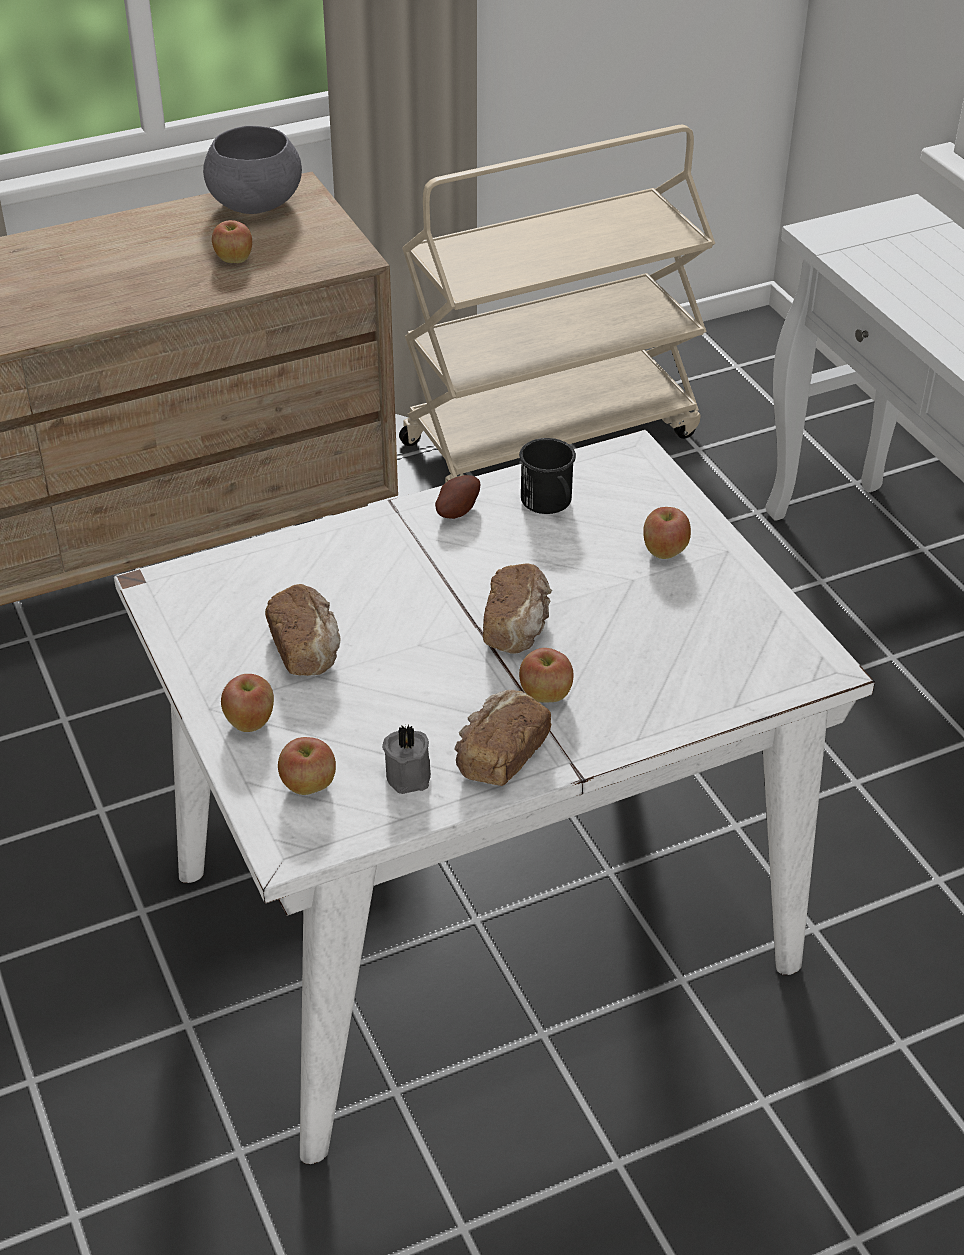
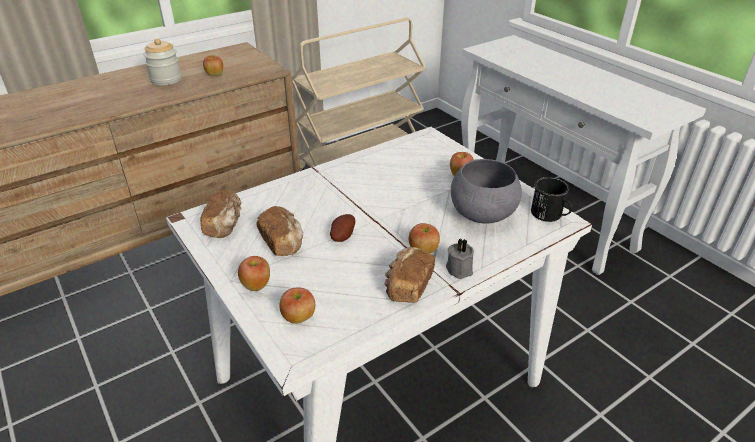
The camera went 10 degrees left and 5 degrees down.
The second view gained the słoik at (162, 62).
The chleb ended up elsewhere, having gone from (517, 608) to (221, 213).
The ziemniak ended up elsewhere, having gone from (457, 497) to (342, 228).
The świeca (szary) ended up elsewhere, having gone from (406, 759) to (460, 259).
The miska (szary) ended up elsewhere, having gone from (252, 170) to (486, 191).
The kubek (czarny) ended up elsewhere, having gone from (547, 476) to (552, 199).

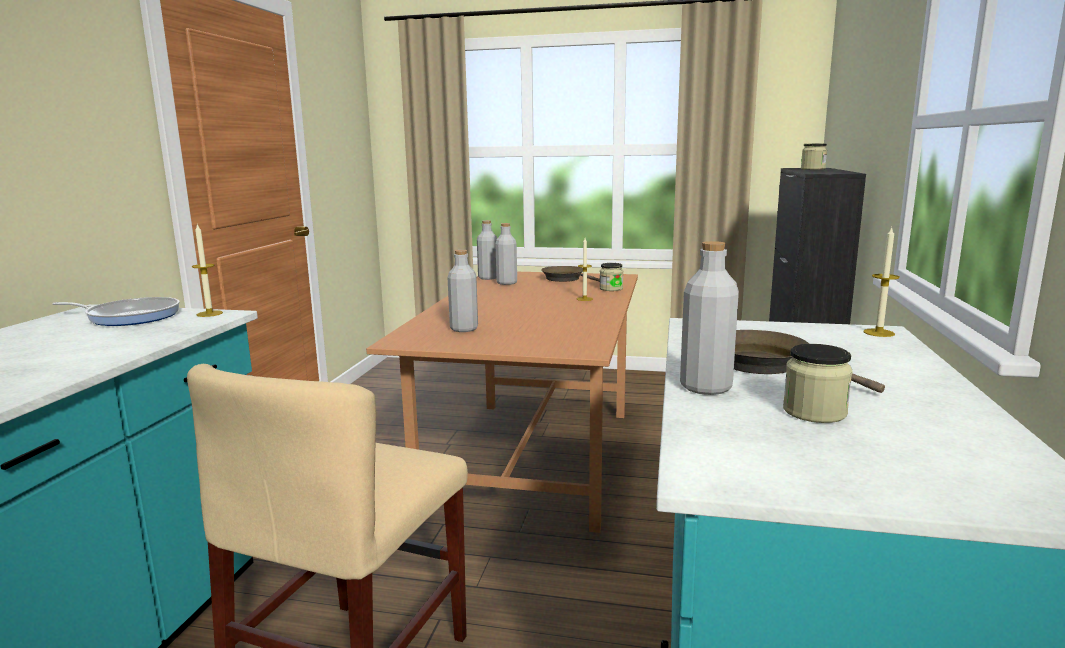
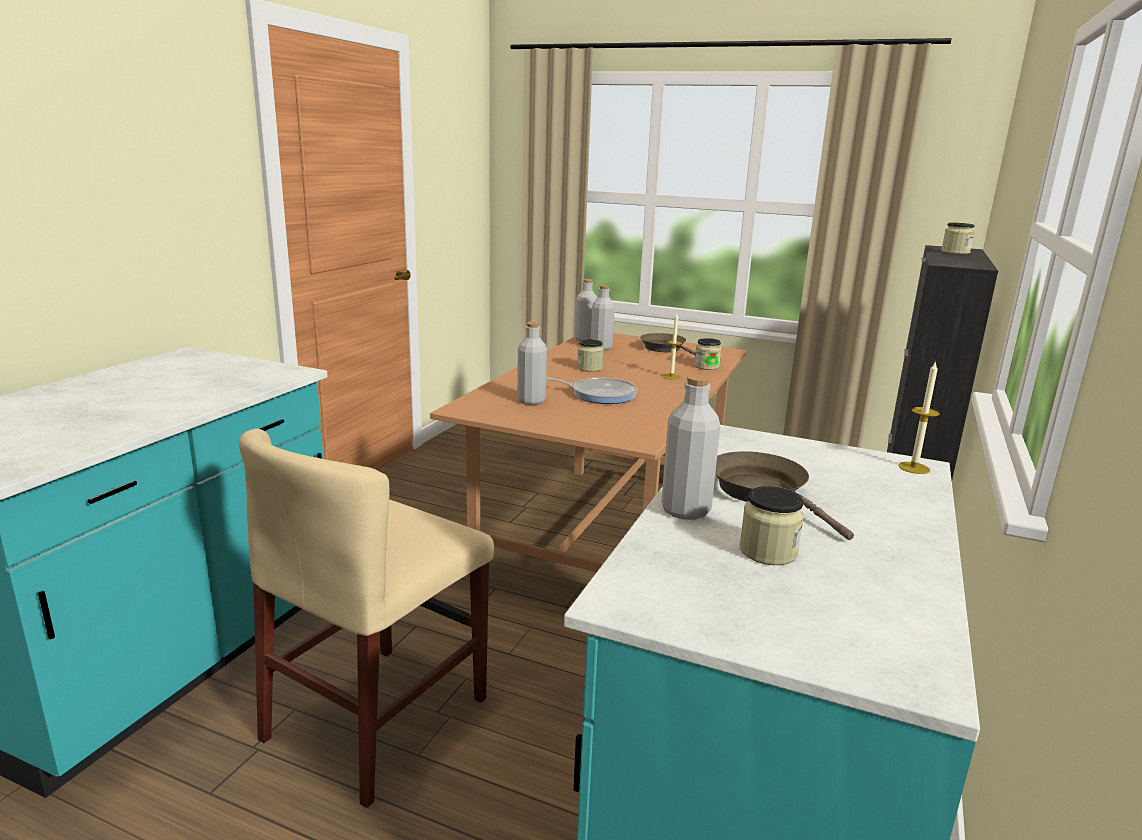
The camera went 10 degrees right and 5 degrees up.
The patelnia ended up elsewhere, having gone from (116, 311) to (591, 391).
The second view gained the słoik at (590, 355).
The second view lost the świeca at (207, 270).

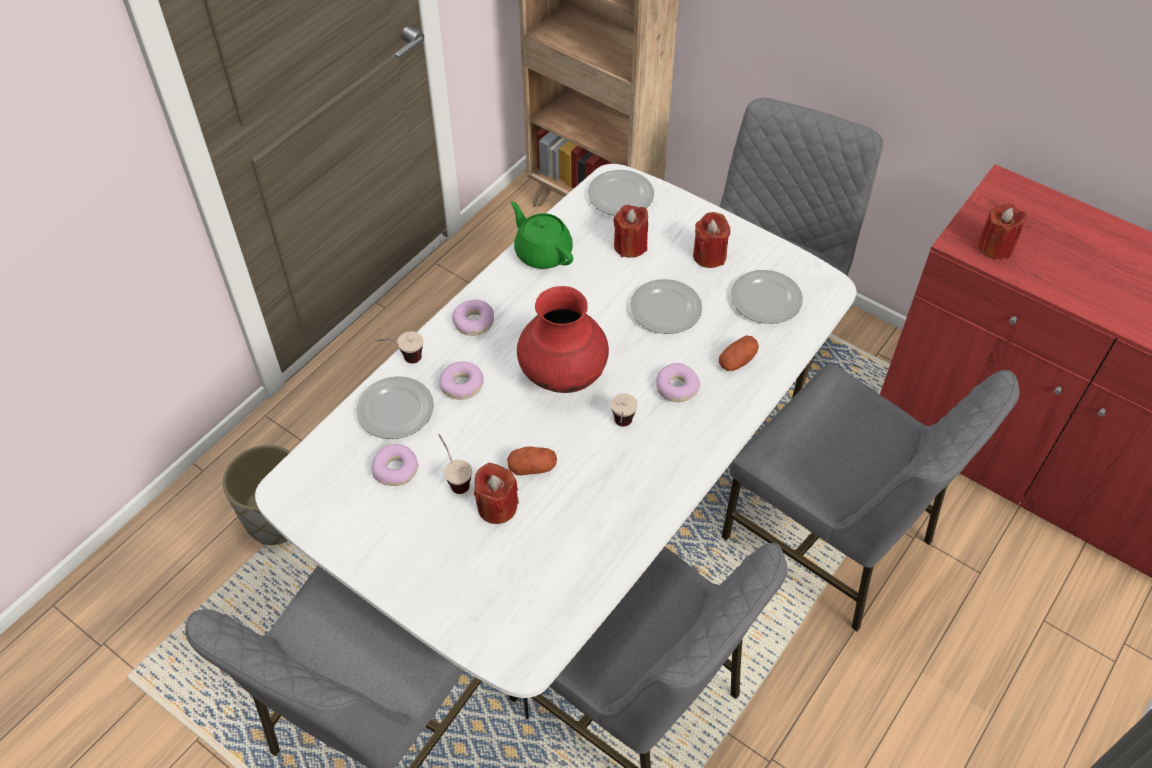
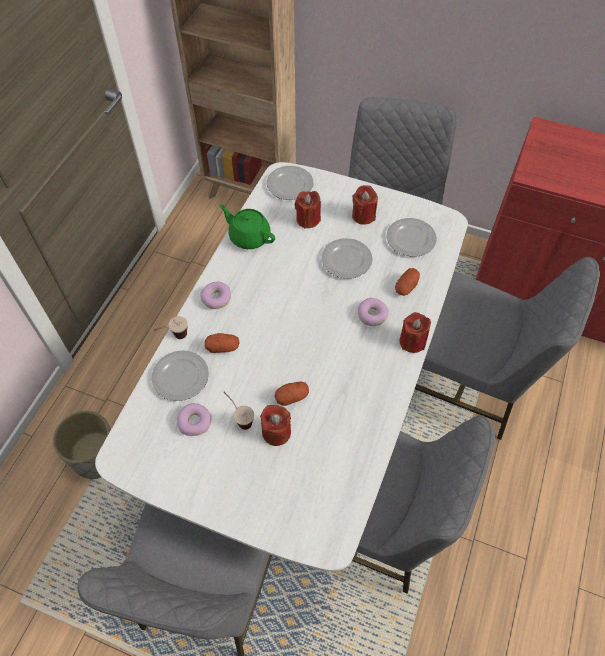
The camera went 15 degrees left and 5 degrees up.
Where the donut stood at (461, 381), the ziemniak came to stand at (222, 343).
The świeca (czerwony) ended up elsewhere, having gone from (1002, 231) to (415, 332).
The second view lost the wazon (czerwony) at (563, 339).
The second view lost the filiżanka at (624, 410).

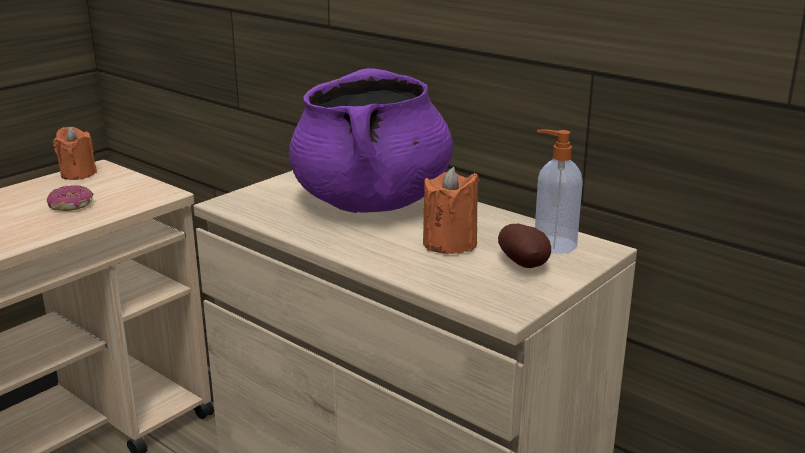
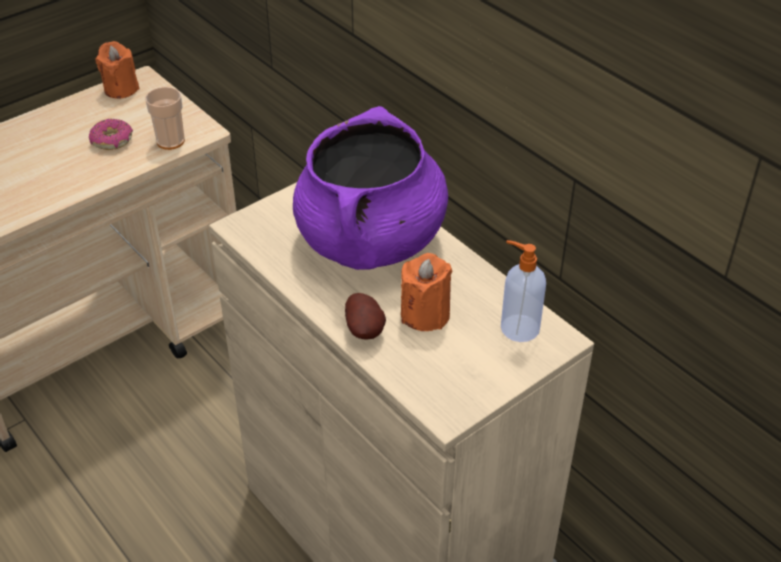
The camera went 10 degrees right and 20 degrees up.
The second view gained the filiżanka at (165, 118).
The ziemniak ended up elsewhere, having gone from (524, 246) to (365, 316).

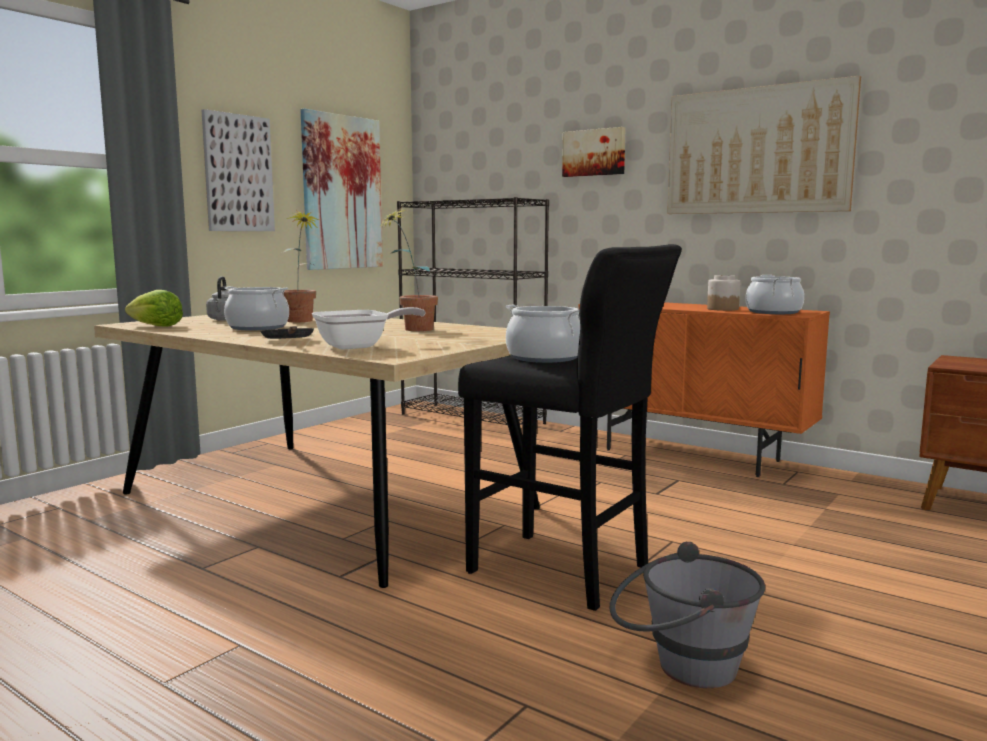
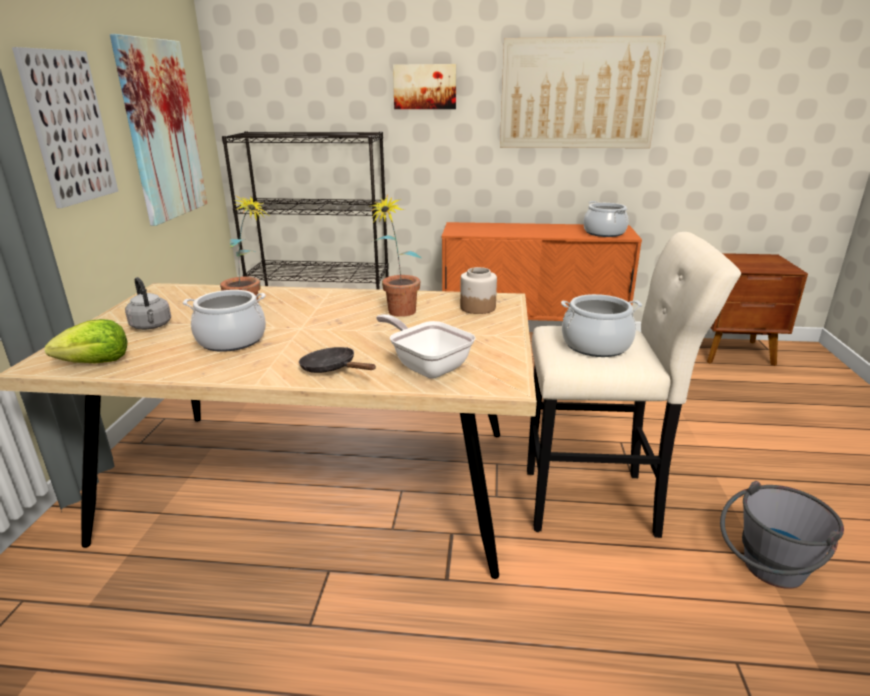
The camera went 30 degrees left and 15 degrees up.
The patelnia at (369, 328) ended up facing another way, 75 degrees counterclockwise from before.
The słoik ended up elsewhere, having gone from (723, 293) to (478, 290).
What was the stołek (czarny) at (570, 427) turned into the stołek (beżowy) at (634, 385).

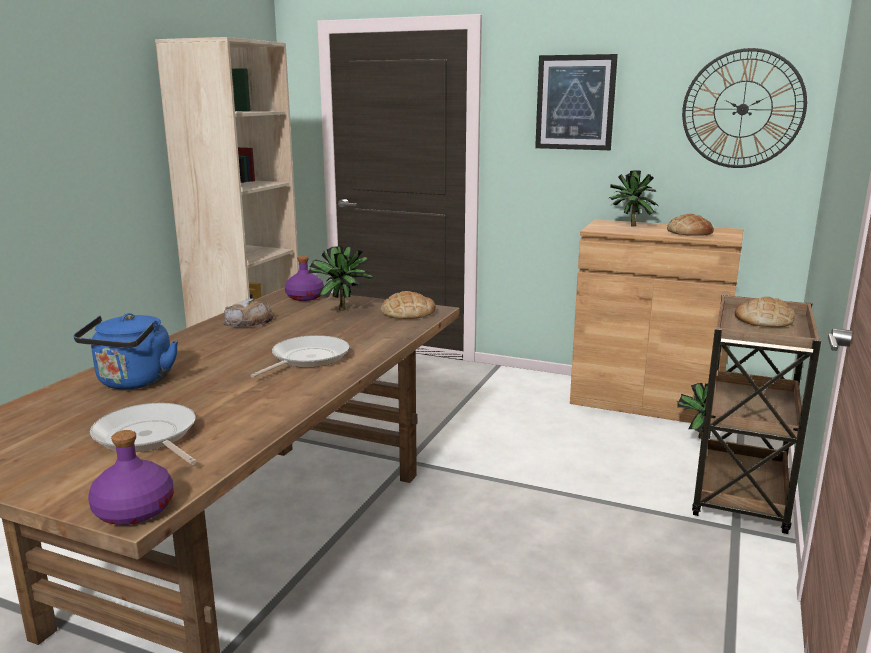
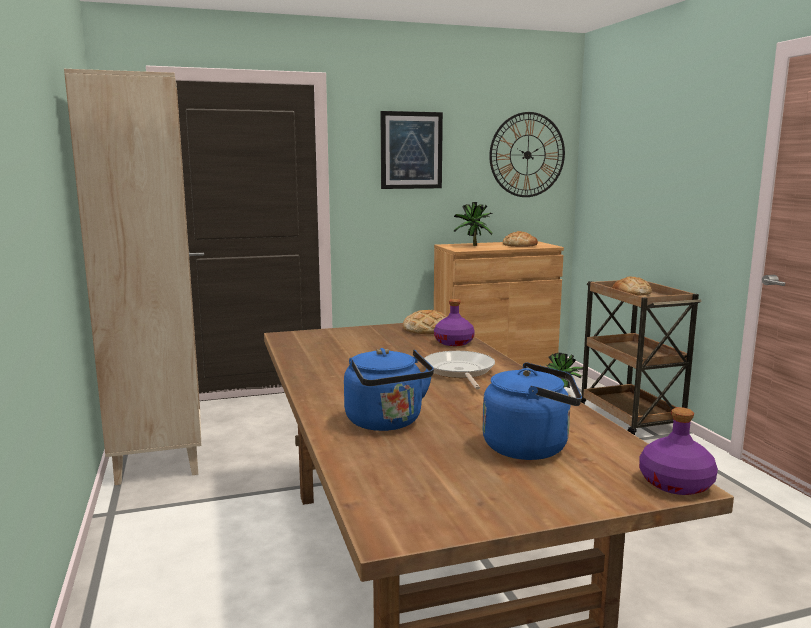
The camera went 40 degrees left and 5 degrees down.
The butelka (fioletowy) ended up elsewhere, having gone from (304, 278) to (454, 322).
Where the patelnia stood at (143, 434), the czajnik (niebieski) came to stand at (532, 411).
The second view lost the chleb at (249, 312).
The second view lost the roślina doniczkowa at (340, 278).

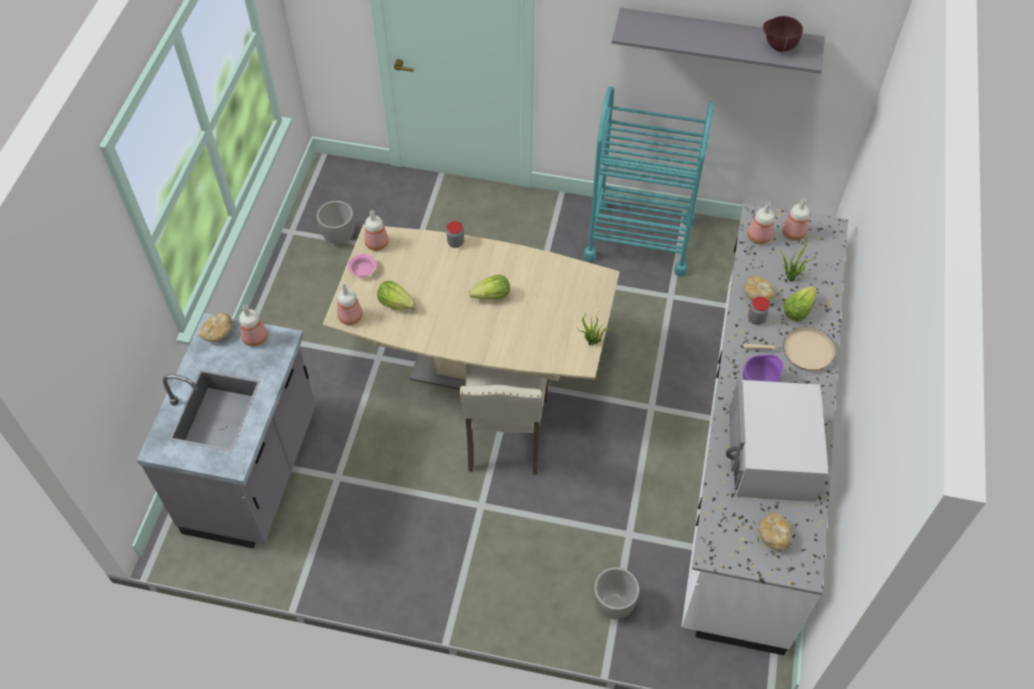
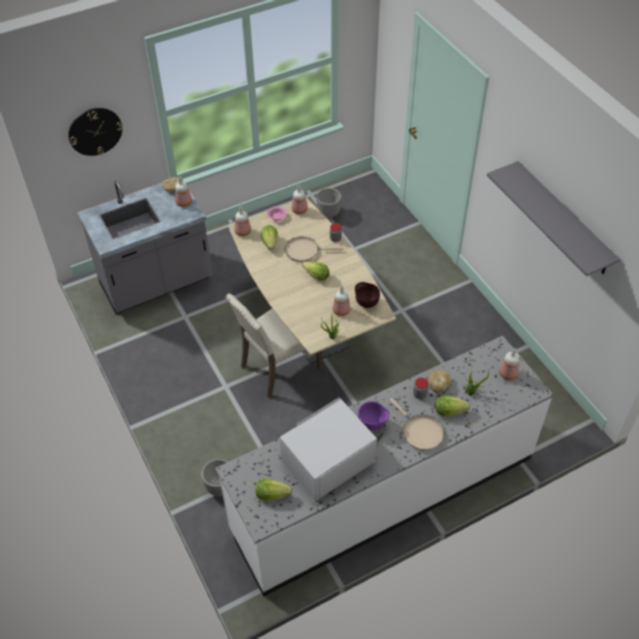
The camera went 50 degrees right and 5 degrees down.
The second view gained the zegar ścienny at (95, 132).
Where the chleb stood at (775, 532), the sałata came to stand at (274, 489).
The second view gained the patelnia (beżowy) at (314, 249).
The butelka ended up elsewhere, having gone from (761, 223) to (342, 301).
The miska (brązowy) ended up elsewhere, having gone from (783, 34) to (367, 295).
The second view lost the wózek (turkusowy) at (649, 181).

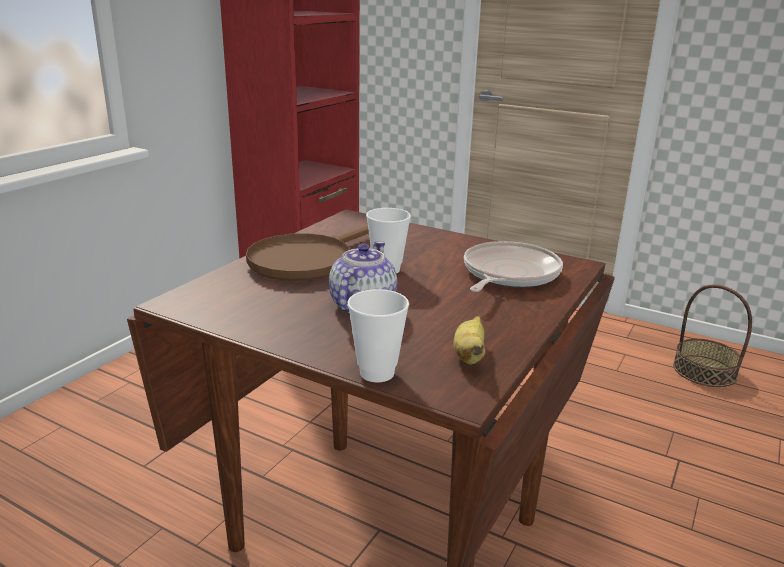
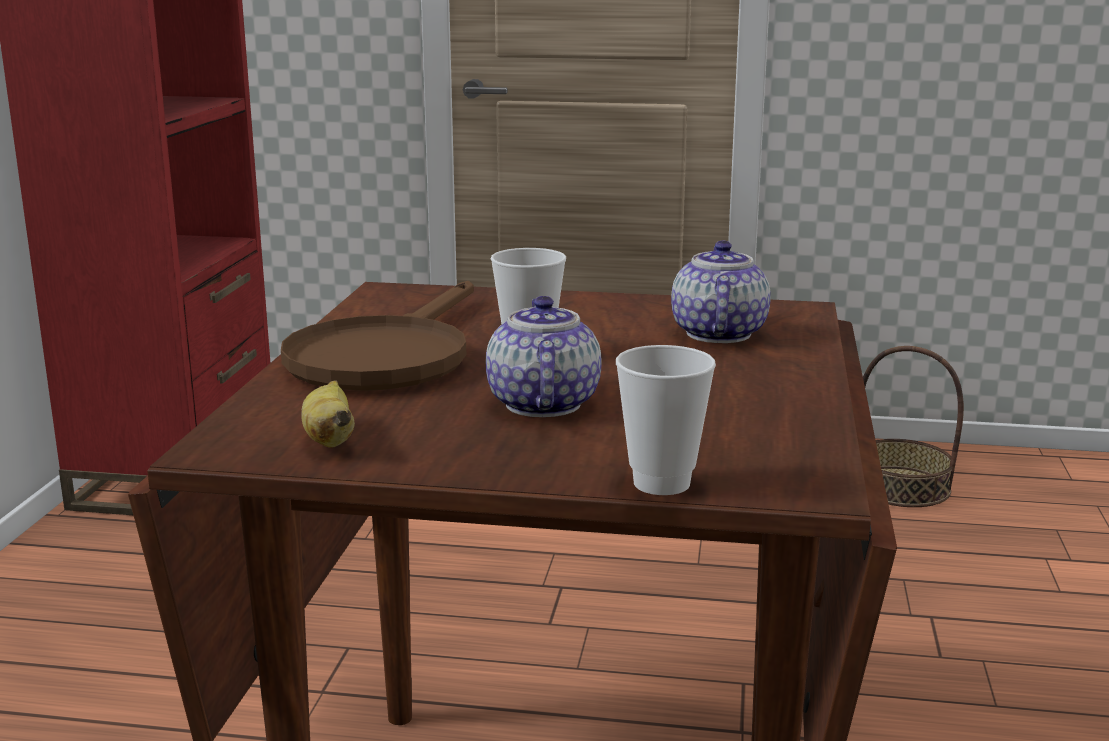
The camera went 20 degrees left and 5 degrees down.
The banan ended up elsewhere, having gone from (469, 340) to (328, 414).
Where the patelnia stood at (513, 266), the imbryk came to stand at (721, 292).

